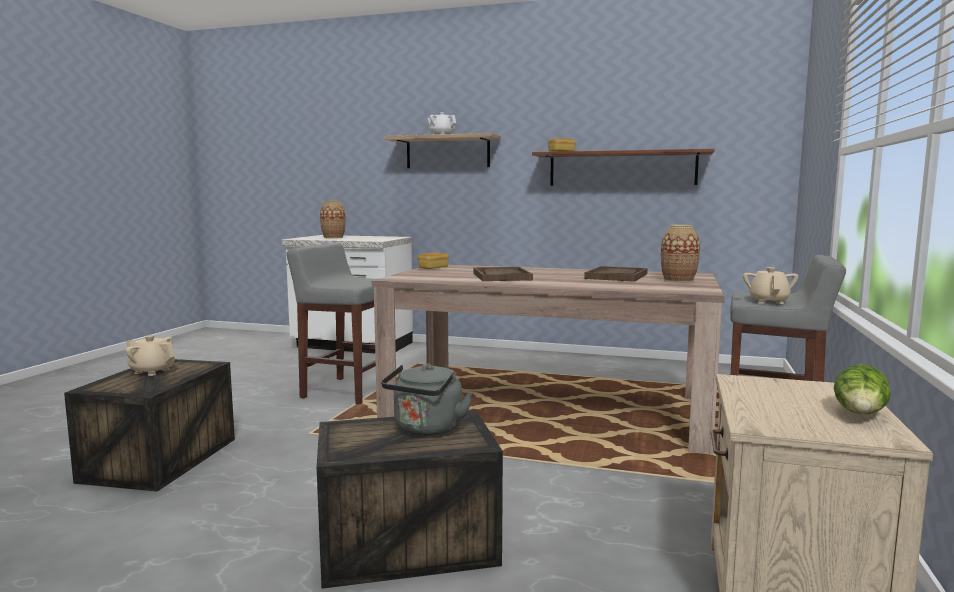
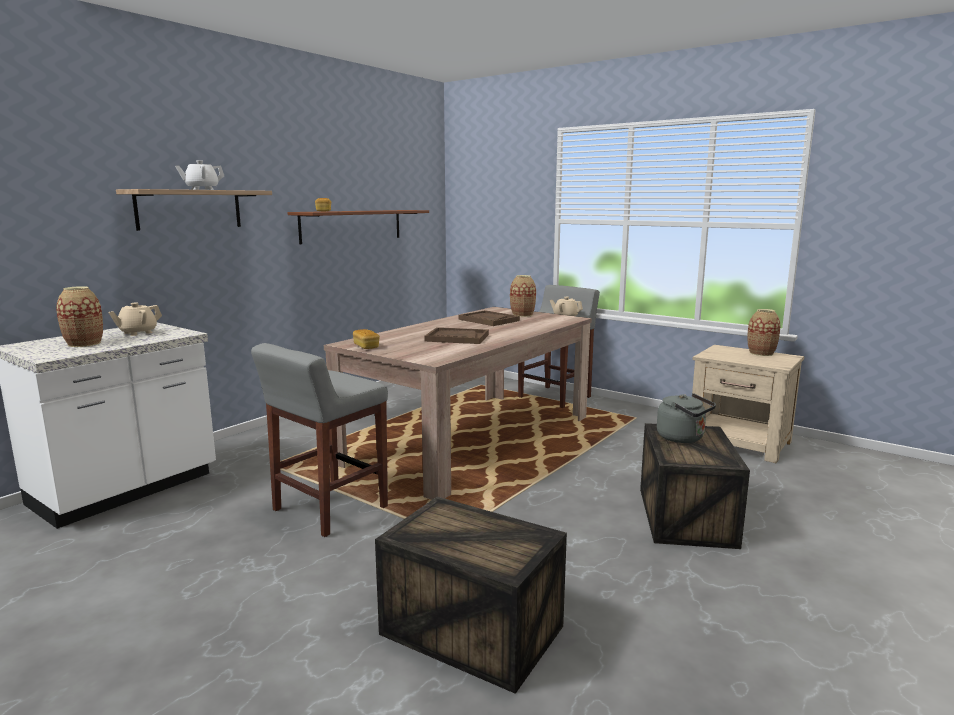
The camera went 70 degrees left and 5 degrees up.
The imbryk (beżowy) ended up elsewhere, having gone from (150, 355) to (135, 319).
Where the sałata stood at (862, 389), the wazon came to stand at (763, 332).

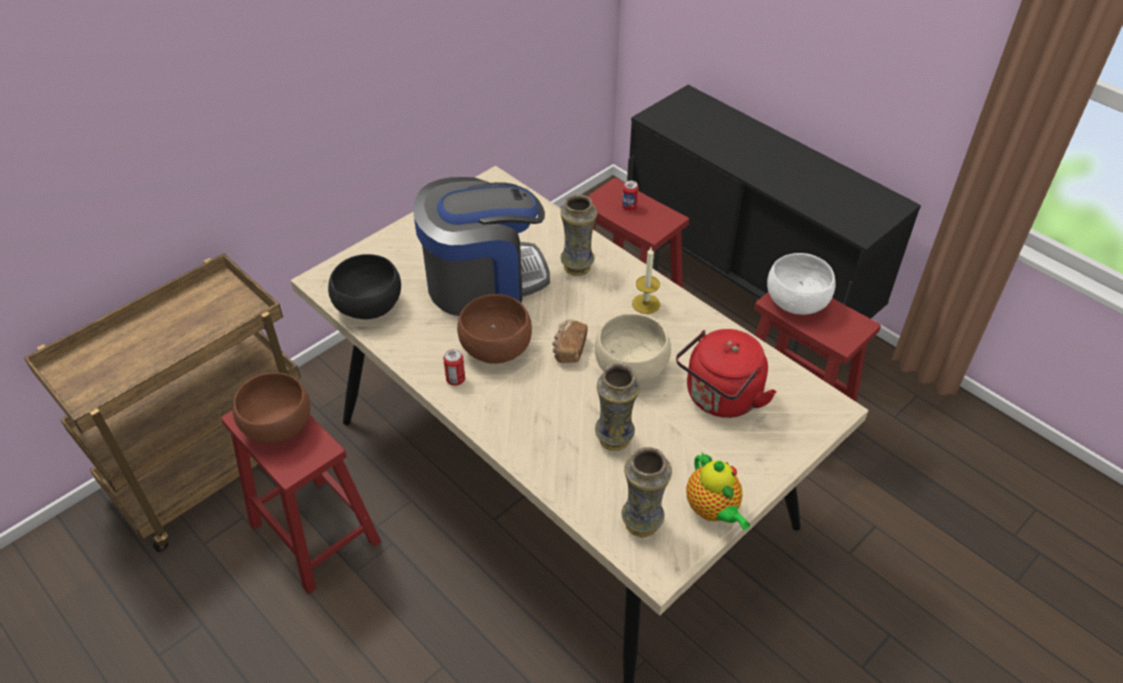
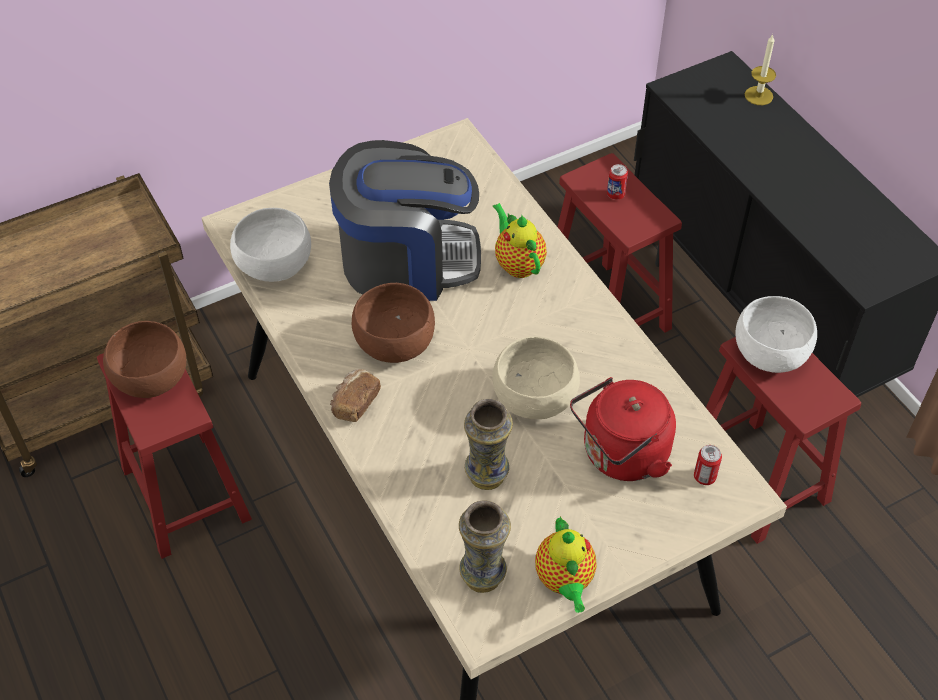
The camera went 15 degrees right and 5 degrees up.
What was the miska (czarny) at (364, 286) turned into the miska (biały) at (270, 245).
The chleb ended up elsewhere, having gone from (570, 341) to (355, 395).
Where the wazon stood at (579, 235), the imbryk came to stand at (520, 240).
The puszka ended up elsewhere, having gone from (454, 367) to (708, 465).
The świeca ended up elsewhere, having gone from (646, 280) to (760, 69).

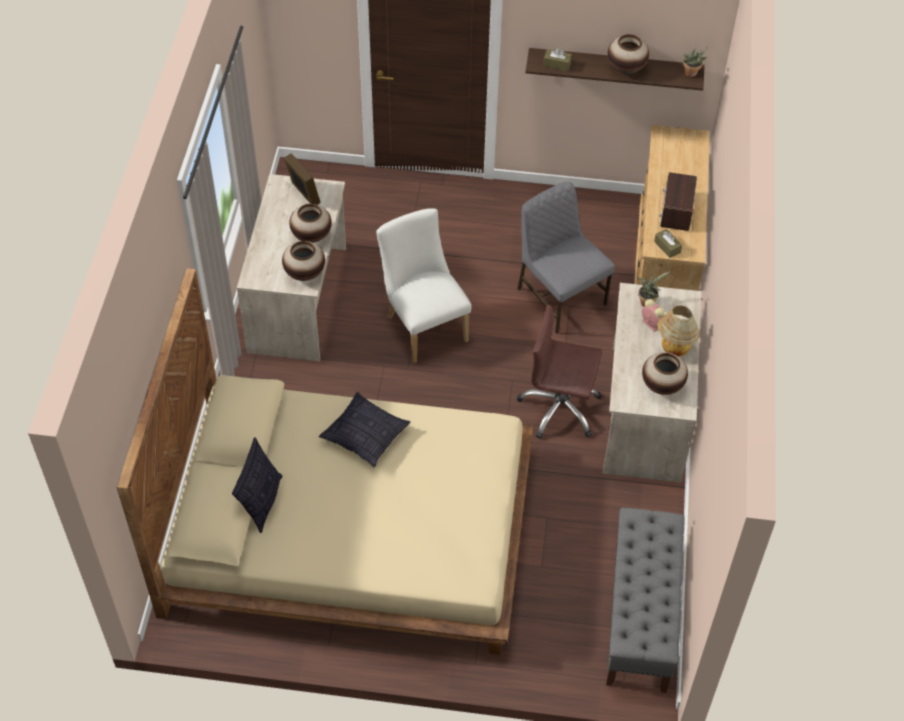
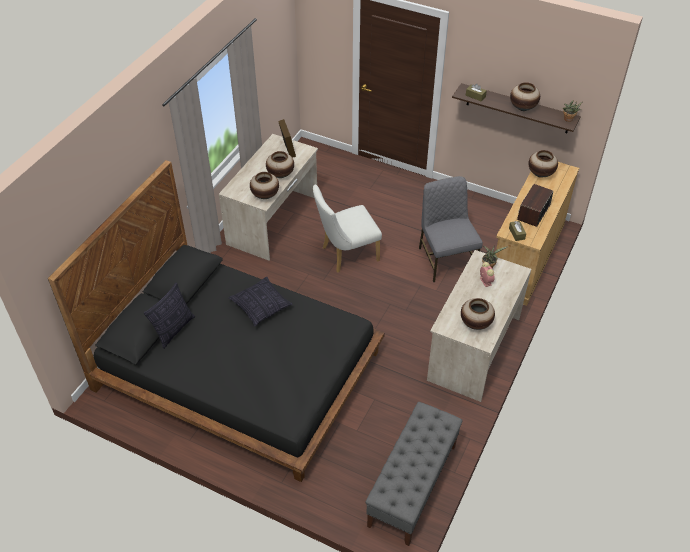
The camera went 20 degrees right and 5 degrees down.
What was the łóżko (beżowy) at (325, 461) turned into the łóżko (czarny) at (216, 321).
The krzesło (biały) at (424, 285) ended up facing another way, 105 degrees counterclockwise from before.
The second view gained the wazon at (543, 164).
The second view lost the krzesło biurowe (brązowy) at (559, 372).
The second view lost the lampa stołowa at (678, 331).

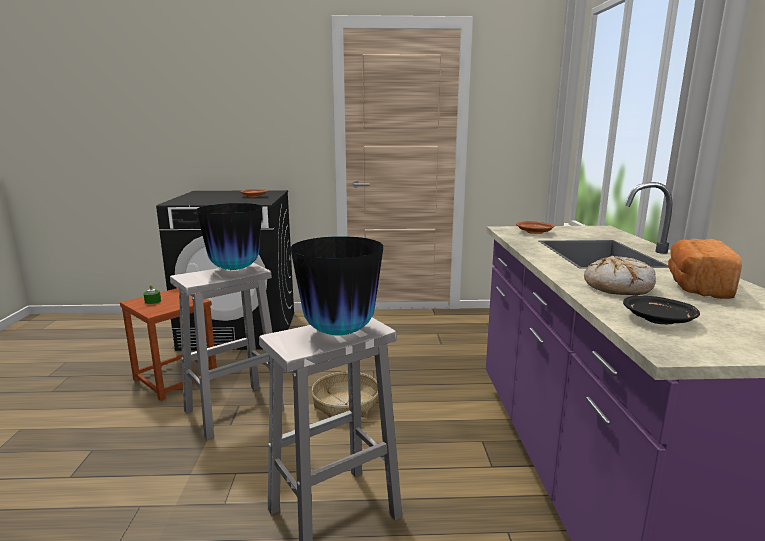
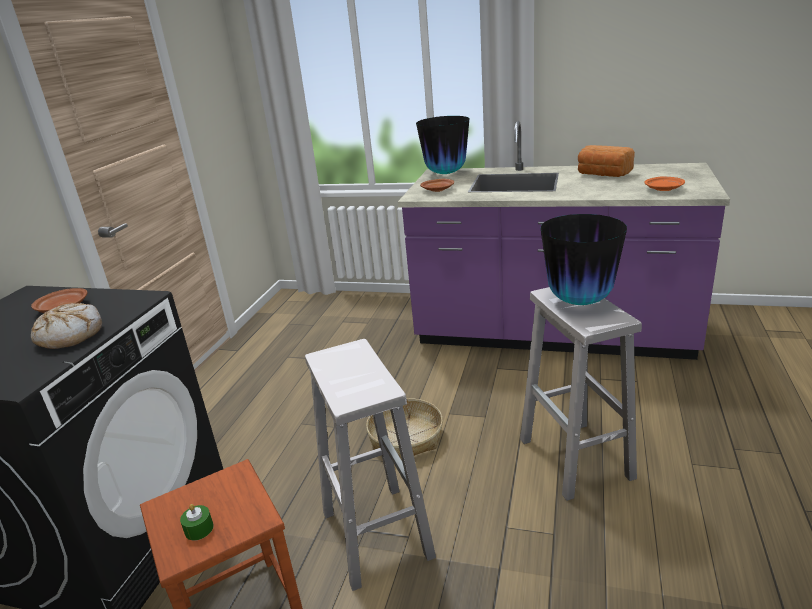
The camera went 70 degrees left and 10 degrees up.
The chleb ended up elsewhere, having gone from (620, 275) to (66, 326).
The wazon ended up elsewhere, having gone from (229, 236) to (443, 145).
What was the talerz (czarny) at (661, 309) turned into the talerz (pomarańczowy) at (664, 183).

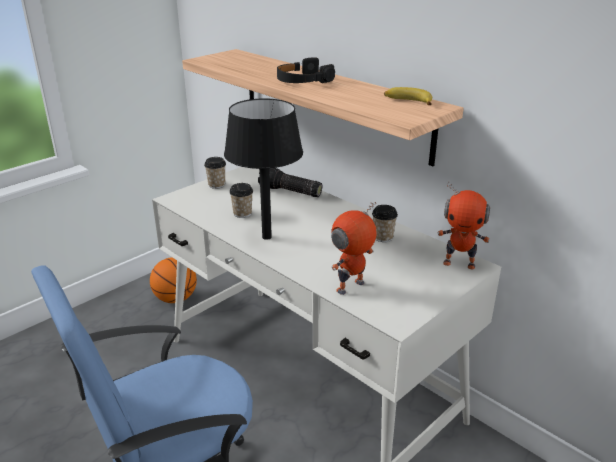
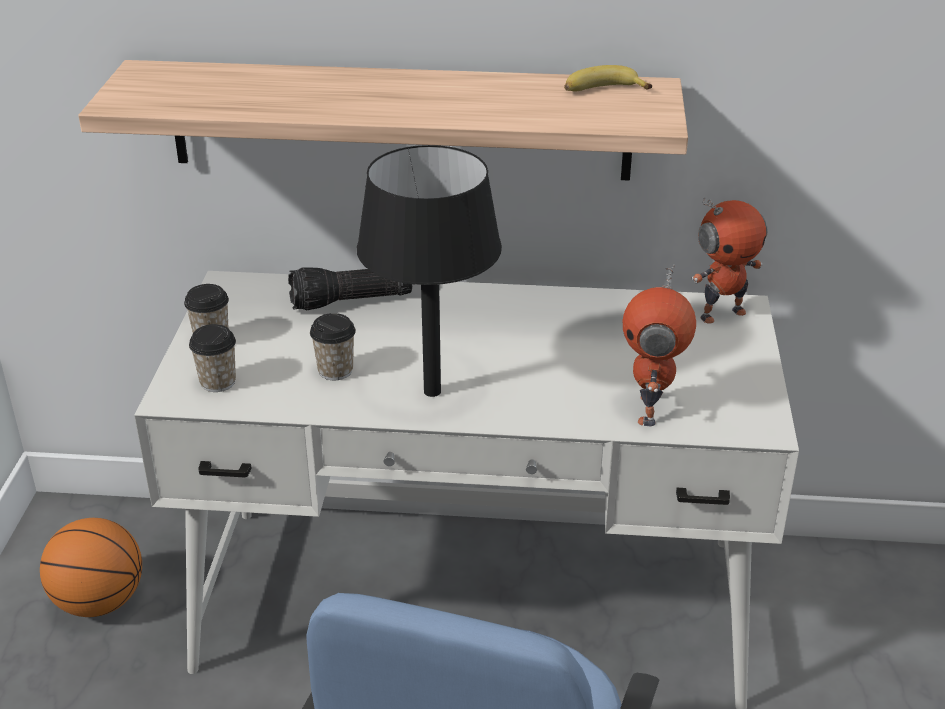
The camera went 40 degrees left and 5 degrees up.
The filiżanka ended up elsewhere, having gone from (385, 223) to (212, 358).
The second view lost the słuchawki (czarny) at (306, 70).

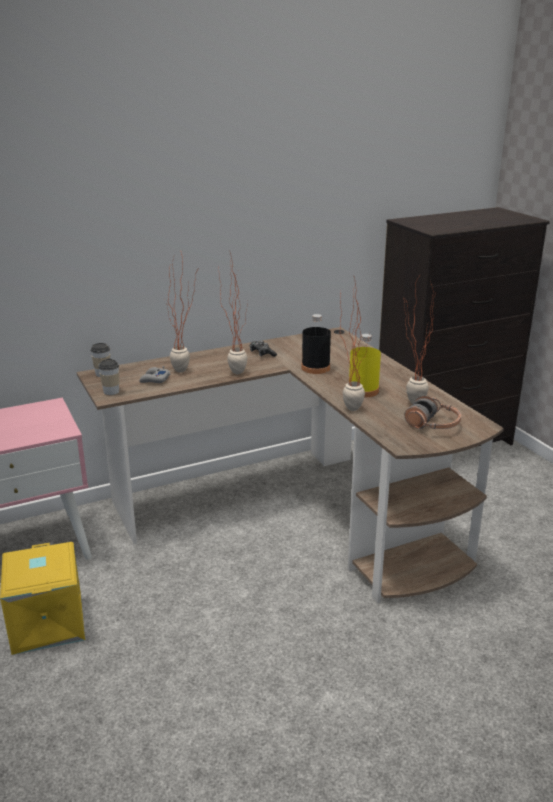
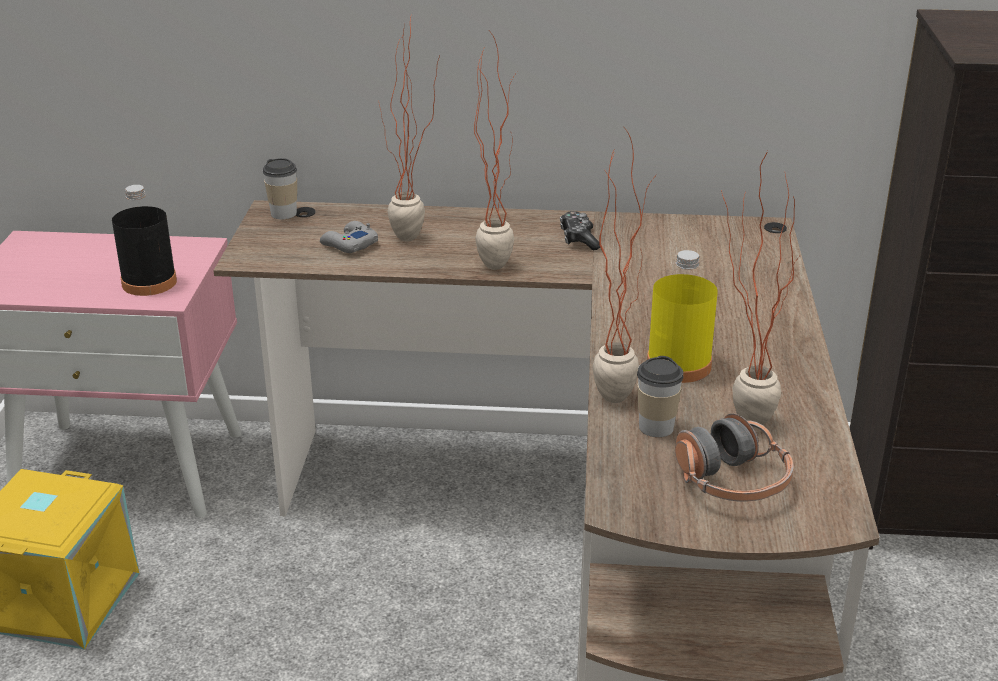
The camera went 30 degrees right and 5 degrees up.
The butelka (czarny) ended up elsewhere, having gone from (316, 344) to (144, 240).
The filiżanka ended up elsewhere, having gone from (108, 377) to (660, 396).

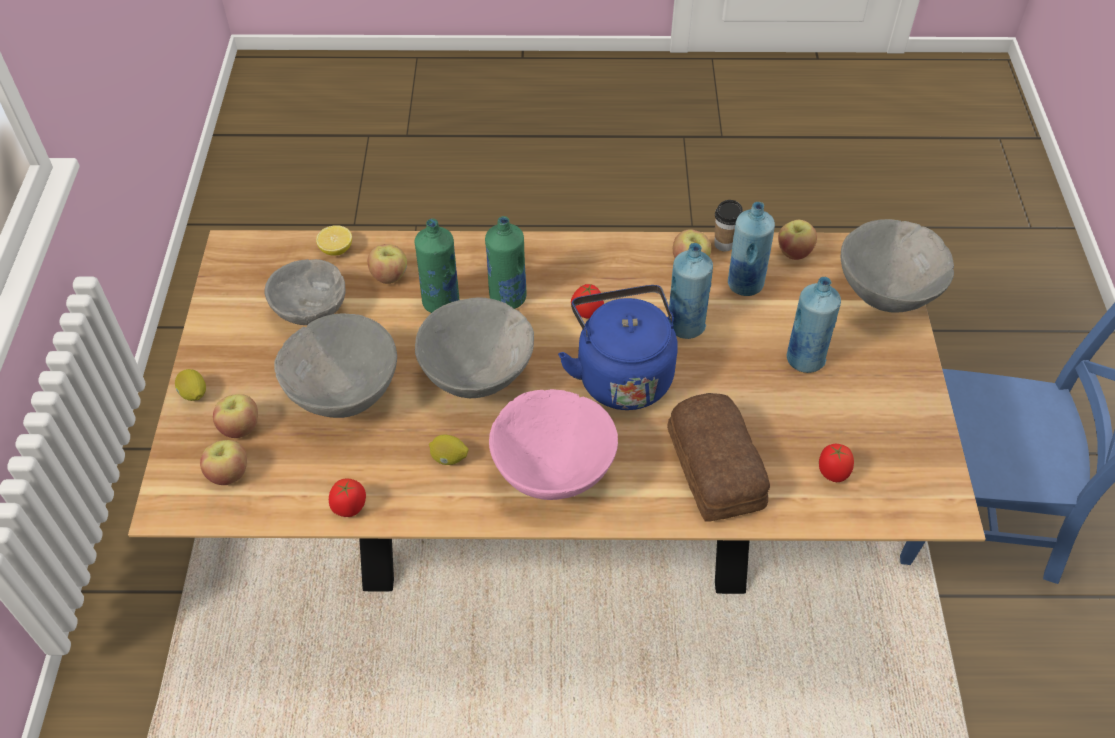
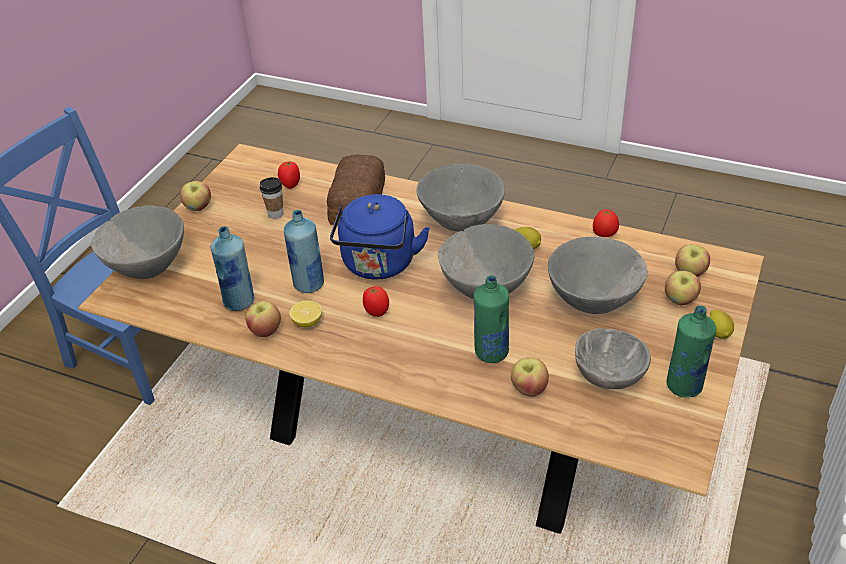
The camera went 155 degrees left and 10 degrees down.
The jabłko ended up elsewhere, having gone from (797, 240) to (195, 196).
The filiżanka ended up elsewhere, having gone from (728, 225) to (272, 198).
The cytryna ended up elsewhere, having gone from (334, 240) to (306, 314).
What was the miska (różowy) at (553, 444) turned into the miska (szary) at (461, 198).
The butelka (zielony) ended up elsewhere, having gone from (506, 262) to (691, 351).
The second view lost the butelka (niebieski) at (814, 325).

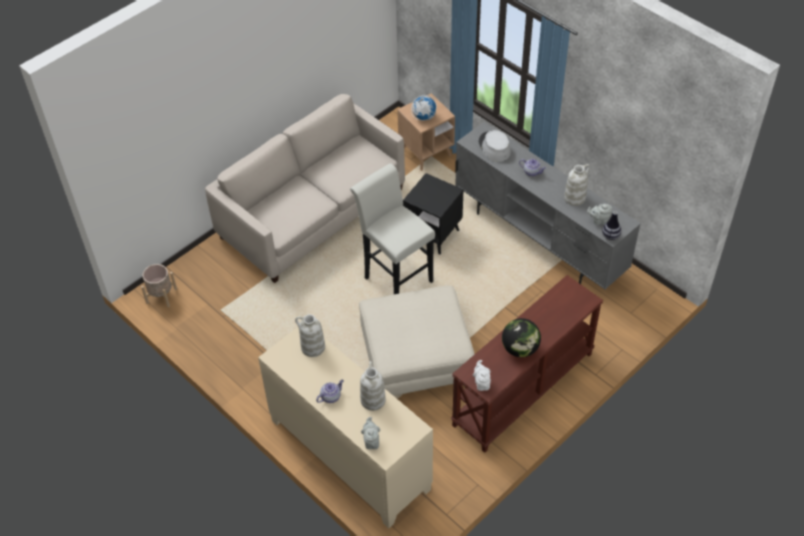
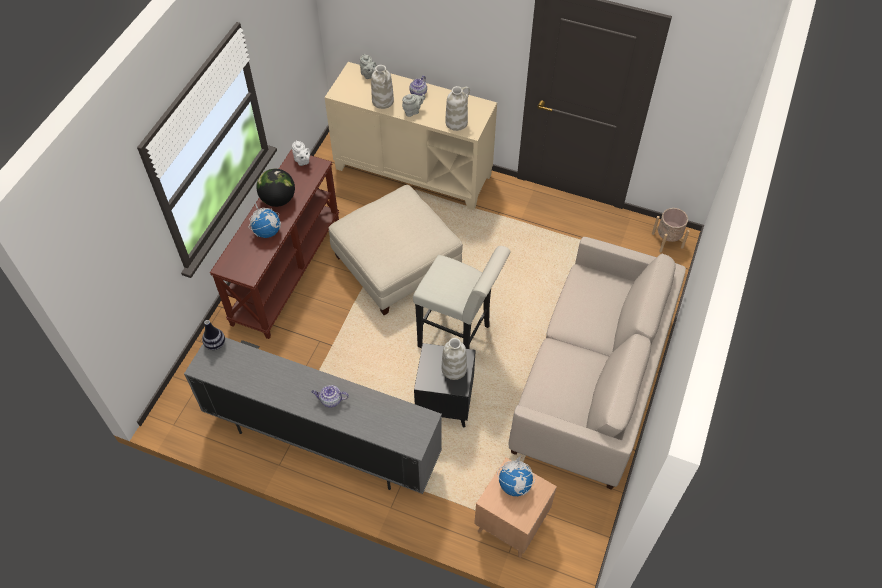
The camera went 155 degrees right and 5 degrees up.
The second view gained the globus at (265, 220).
The imbryk (szary) ended up elsewhere, having gone from (599, 214) to (414, 105).
The wazon (biały) ended up elsewhere, having gone from (577, 185) to (454, 359).
The second view lost the kapelusz (szary) at (495, 146).

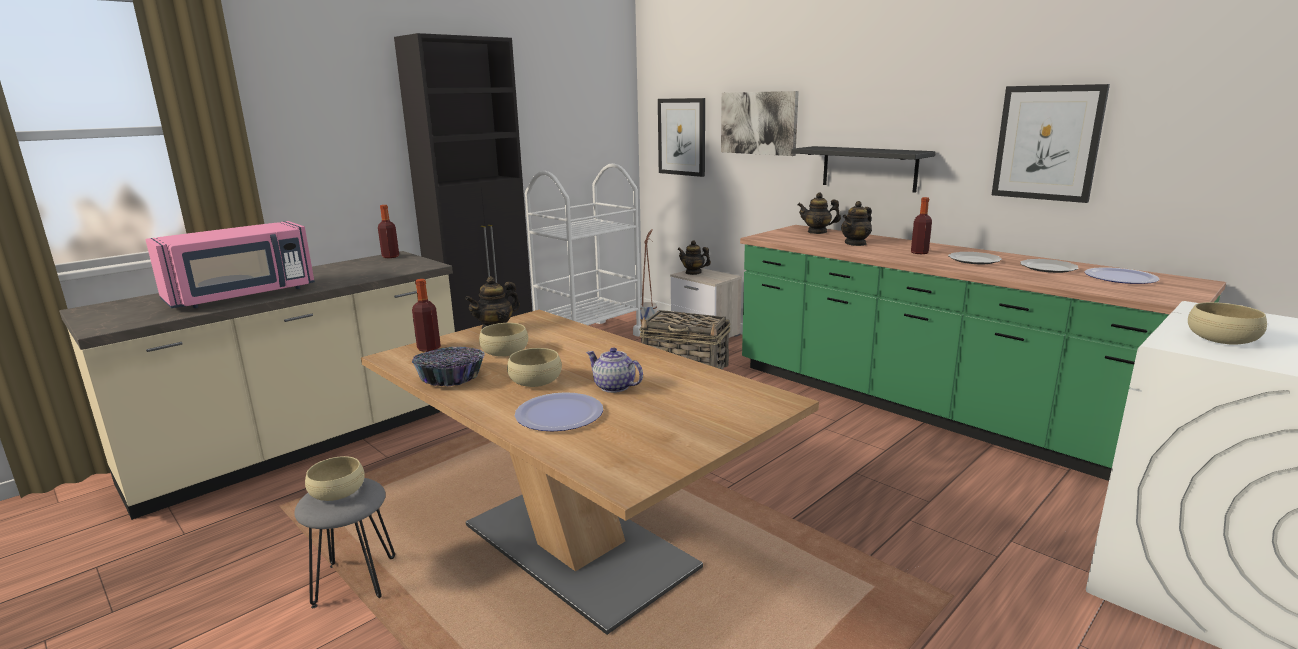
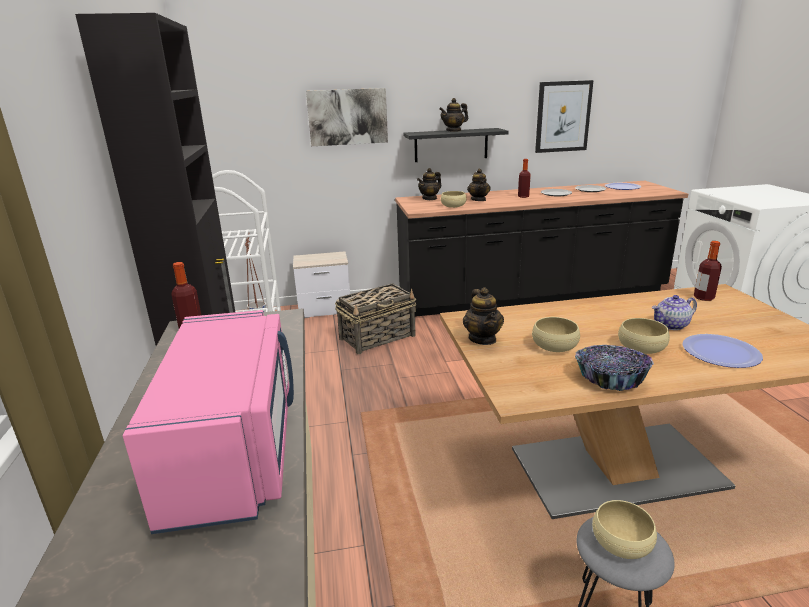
The camera went 55 degrees left and 5 degrees up.
What was the zabudowa kuchenna (zielony) at (983, 353) turned into the zabudowa kuchenna (czarny) at (541, 249).
The imbryk ended up elsewhere, having gone from (694, 257) to (453, 115).
The miska (beżowy) ended up elsewhere, having gone from (1227, 323) to (454, 199).
The butelka ended up elsewhere, having gone from (426, 315) to (708, 271).
The second view lost the obraz at (681, 137).

